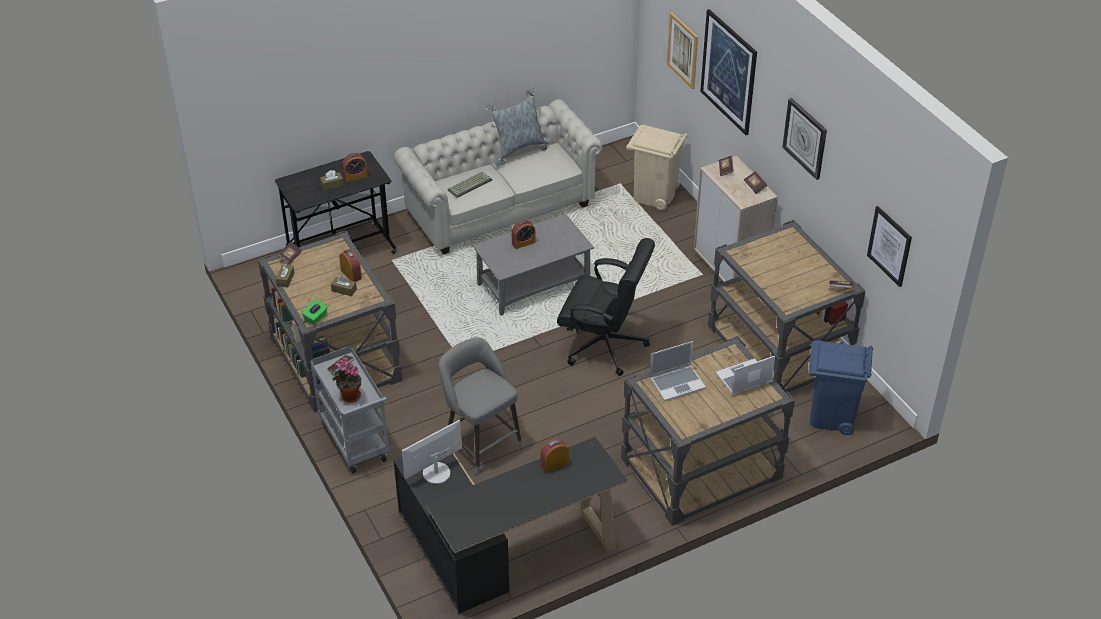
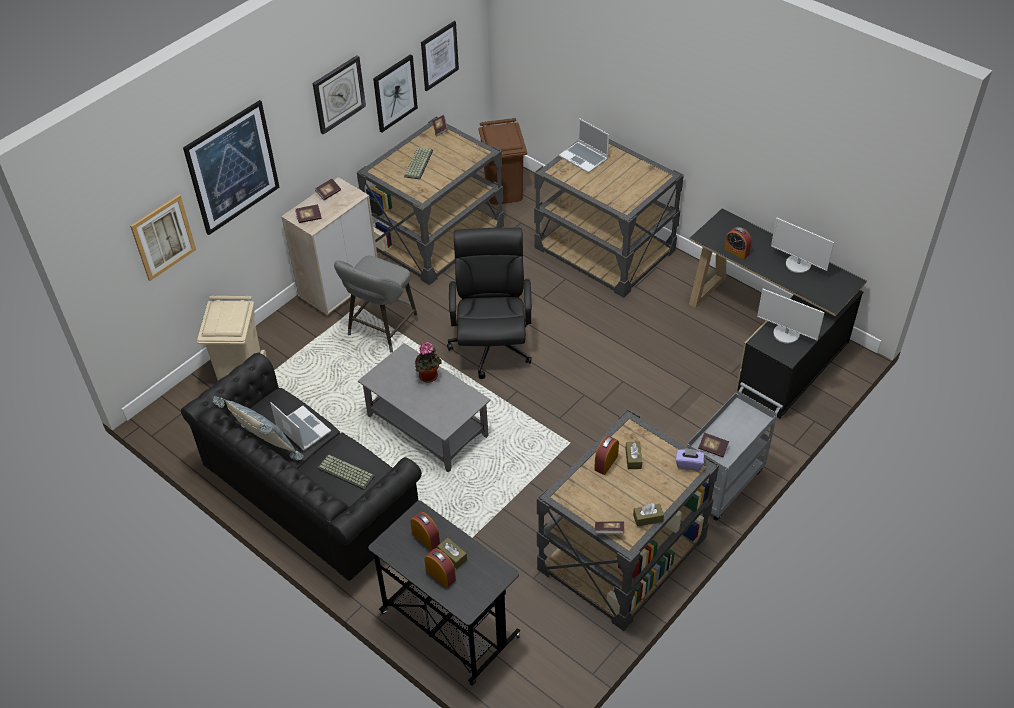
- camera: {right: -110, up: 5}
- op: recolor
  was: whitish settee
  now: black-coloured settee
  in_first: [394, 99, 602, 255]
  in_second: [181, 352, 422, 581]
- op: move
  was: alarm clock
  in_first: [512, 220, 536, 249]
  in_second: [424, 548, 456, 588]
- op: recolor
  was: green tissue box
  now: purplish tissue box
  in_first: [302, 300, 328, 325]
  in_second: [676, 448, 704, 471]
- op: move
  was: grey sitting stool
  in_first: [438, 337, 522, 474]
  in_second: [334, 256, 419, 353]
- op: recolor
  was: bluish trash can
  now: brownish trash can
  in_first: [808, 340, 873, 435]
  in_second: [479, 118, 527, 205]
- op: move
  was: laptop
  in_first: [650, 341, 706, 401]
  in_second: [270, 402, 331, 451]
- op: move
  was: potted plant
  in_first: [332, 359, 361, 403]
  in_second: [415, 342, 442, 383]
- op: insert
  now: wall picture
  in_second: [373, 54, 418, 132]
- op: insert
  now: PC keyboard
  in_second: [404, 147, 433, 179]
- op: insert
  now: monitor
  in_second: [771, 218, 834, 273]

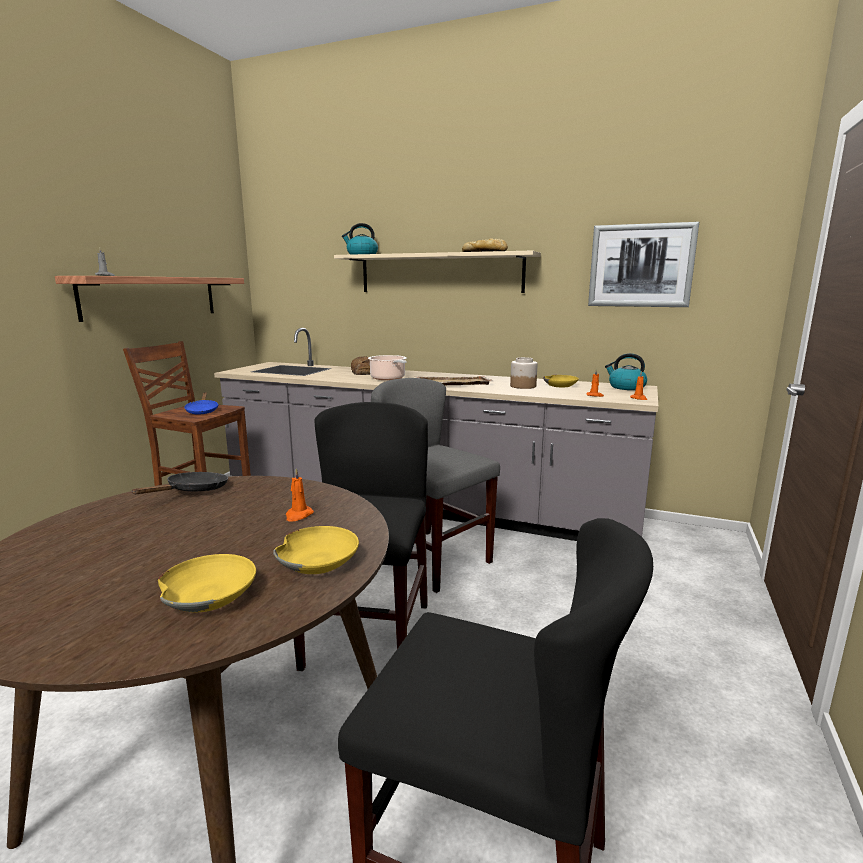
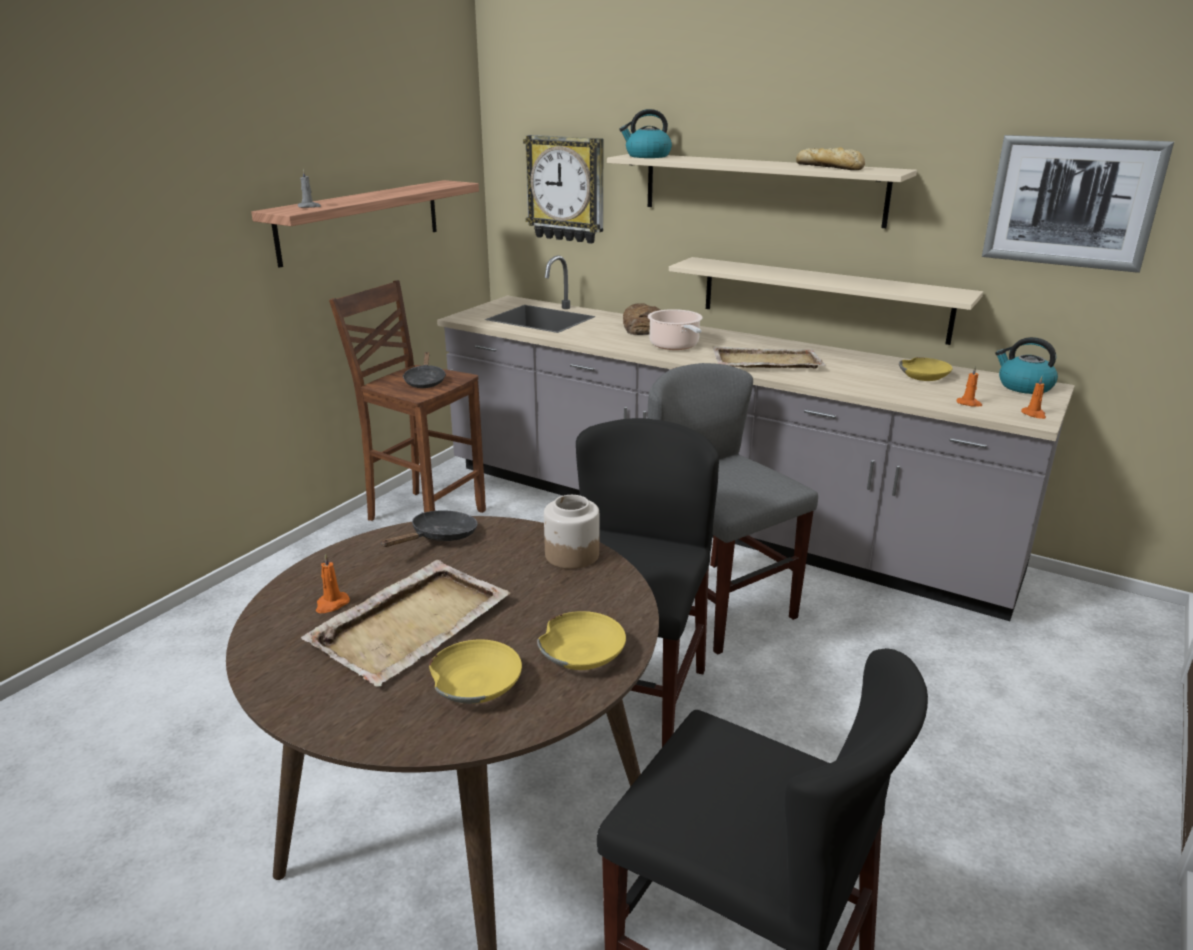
- camera: {right: 10, up: 10}
- op: move
  was: preserve jar
  in_first: [510, 357, 537, 389]
  in_second: [544, 495, 599, 569]
- op: recolor
  was: bluish pan
  now: black-coloured pan
  in_first: [184, 392, 219, 415]
  in_second: [403, 352, 446, 388]
- op: move
  was: orange-coloured candle
  in_first: [286, 468, 314, 522]
  in_second: [316, 554, 350, 613]
- op: insert
  now: wall clock
  in_second: [523, 135, 603, 244]
- op: insert
  now: beige shelf
  in_second: [669, 257, 983, 345]
- op: insert
  now: beige carrying tray
  in_second: [301, 560, 510, 687]

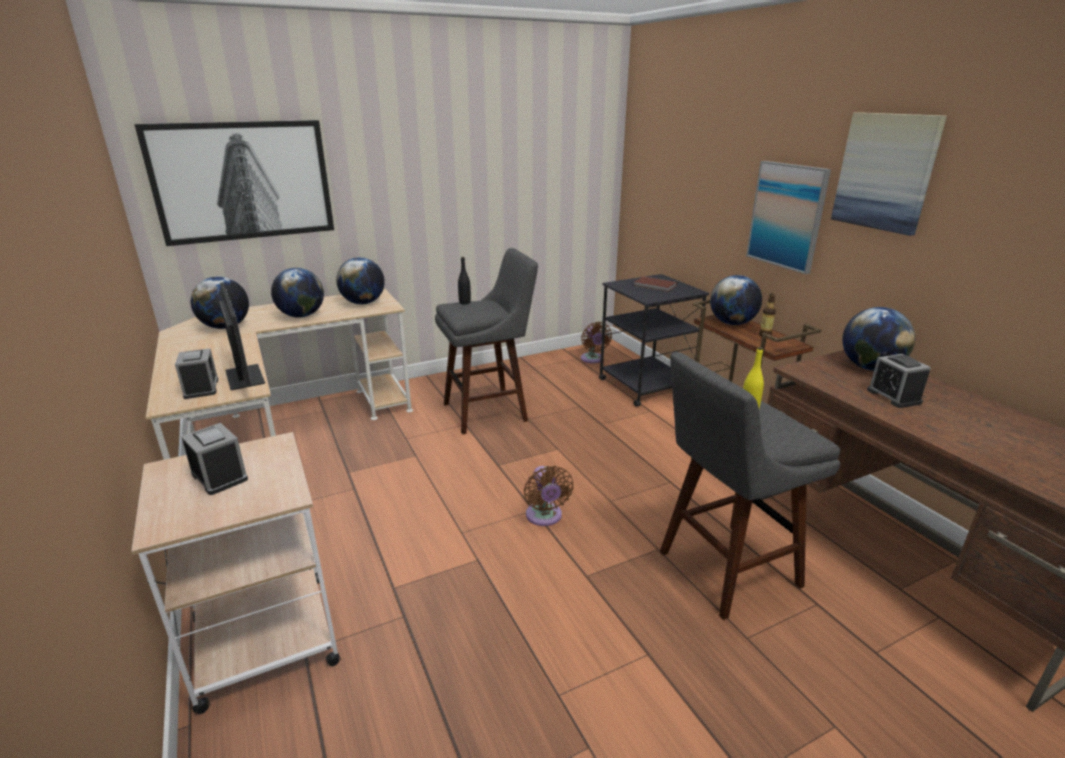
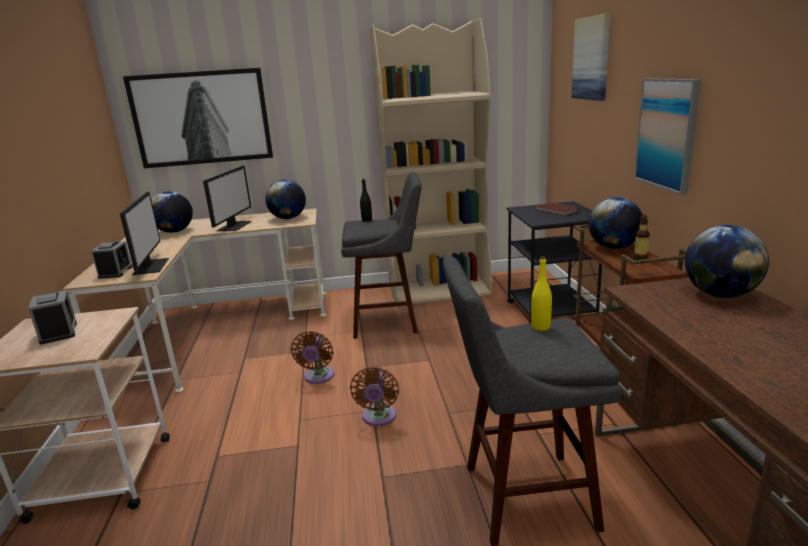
- camera: {right: 20, up: -5}
- op: move
  was: wall picture
  in_first: [831, 112, 947, 236]
  in_second: [572, 13, 611, 101]
- op: replace
  was: desk globe
  now: monitor
  in_first: [271, 268, 324, 318]
  in_second: [203, 166, 251, 231]
- op: move
  was: brownish electric fan
  in_first: [581, 322, 612, 363]
  in_second: [291, 331, 334, 384]
- op: delete
  was: alarm clock
  in_first: [867, 354, 931, 408]
- op: insert
  now: beige bookshelf
  in_second: [370, 18, 492, 304]

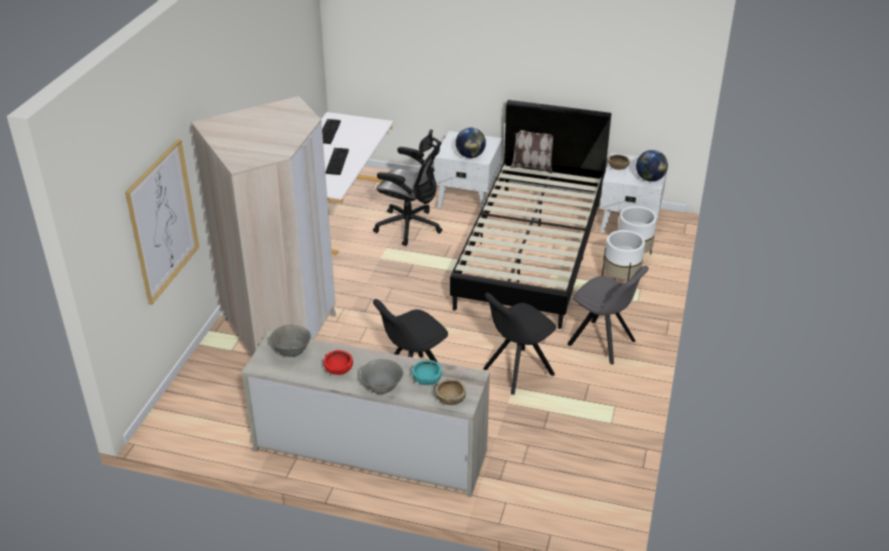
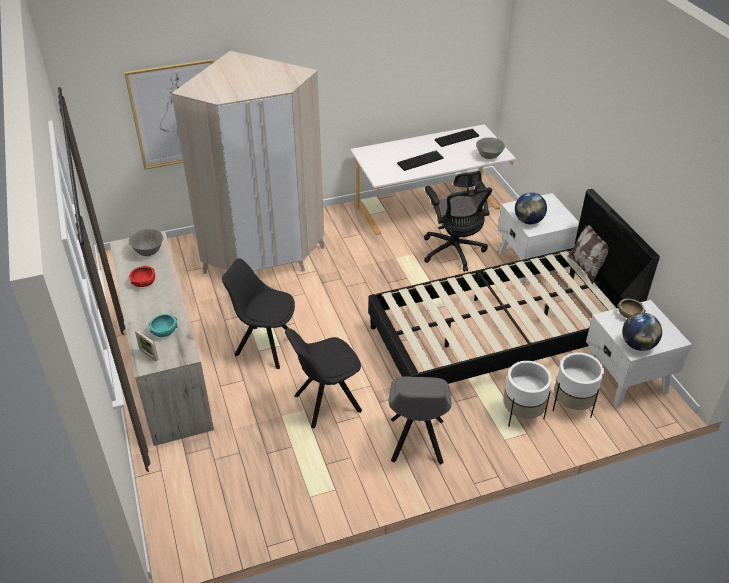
- camera: {right: 55, up: 5}
- op: rotate
  was: black-coloured chair
  in_first: [483, 293, 556, 395]
  in_second: [285, 328, 362, 428]
  clockwise: -45
- op: move
  was: grey serving bowl
  in_first: [360, 359, 404, 394]
  in_second: [476, 137, 505, 159]
- op: replace
  was: brownish serving bowl
  now: standing frame
  in_first: [435, 379, 466, 405]
  in_second: [135, 330, 158, 361]

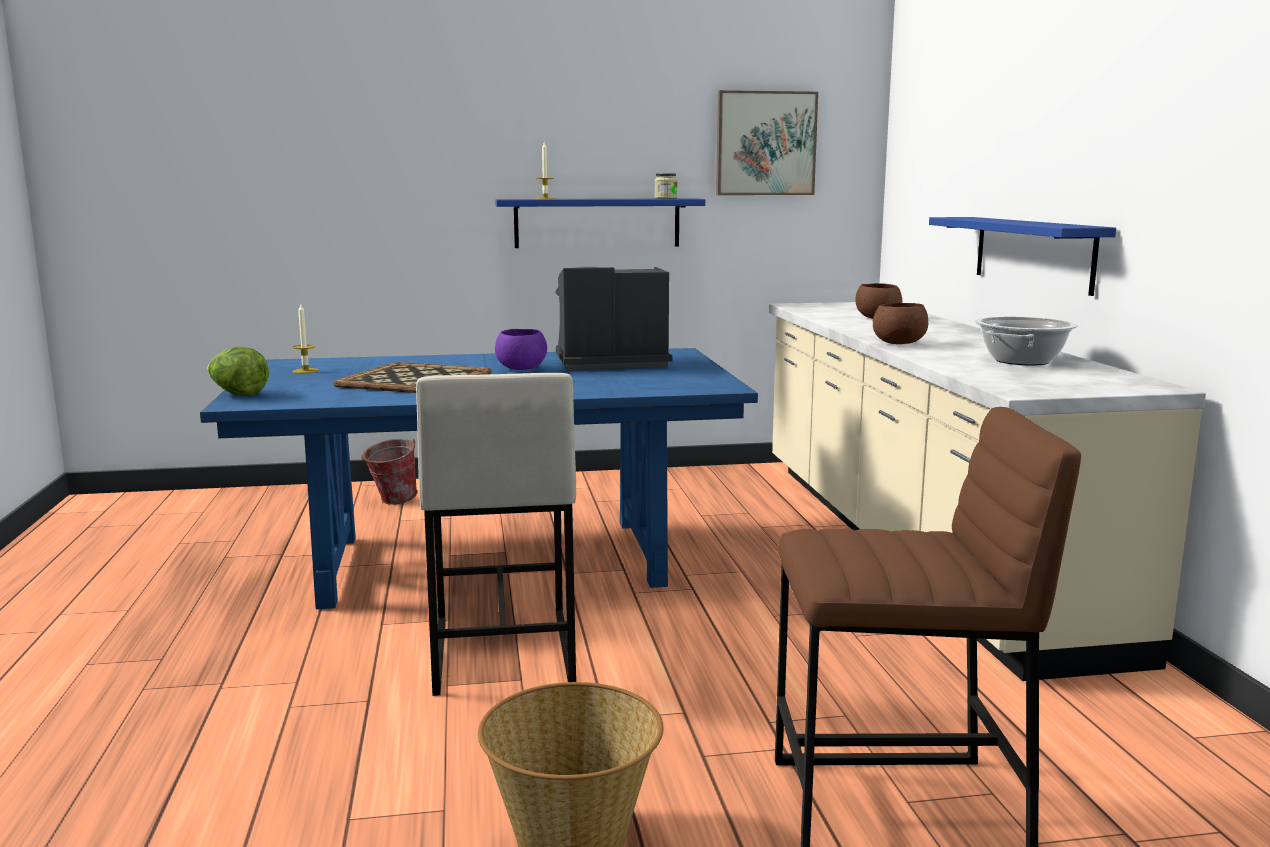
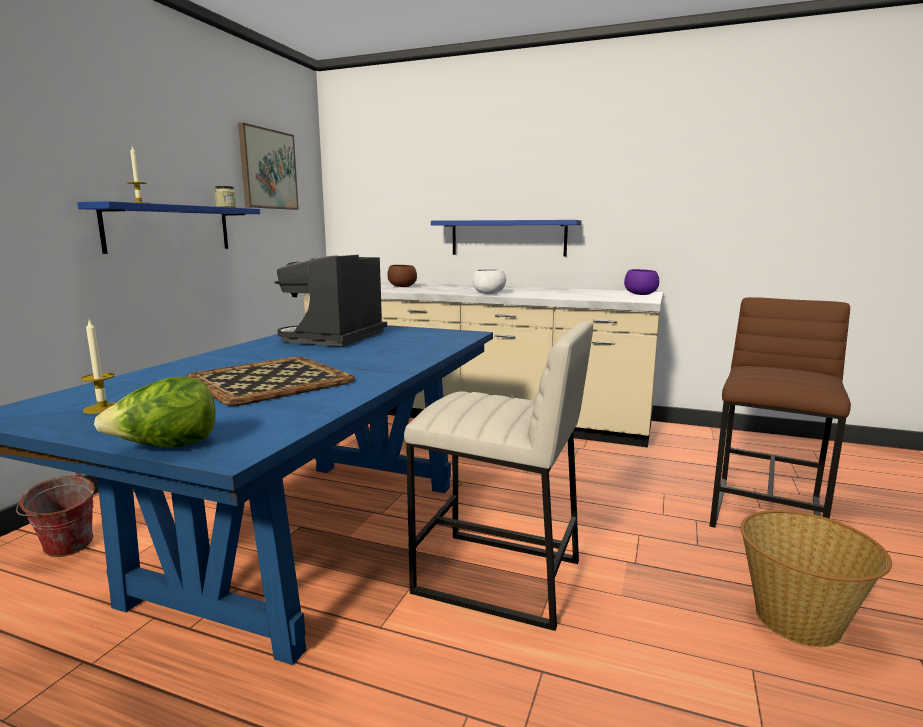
- camera: {right: -60, up: 0}
- op: recolor
  was: brownish serving bowl
  now: whitish serving bowl
  in_first: [873, 303, 928, 344]
  in_second: [473, 269, 506, 294]
- op: delete
  was: cooking pot
  in_first: [974, 316, 1078, 366]
- op: move
  was: purplish serving bowl
  in_first: [495, 329, 547, 370]
  in_second: [624, 269, 659, 295]

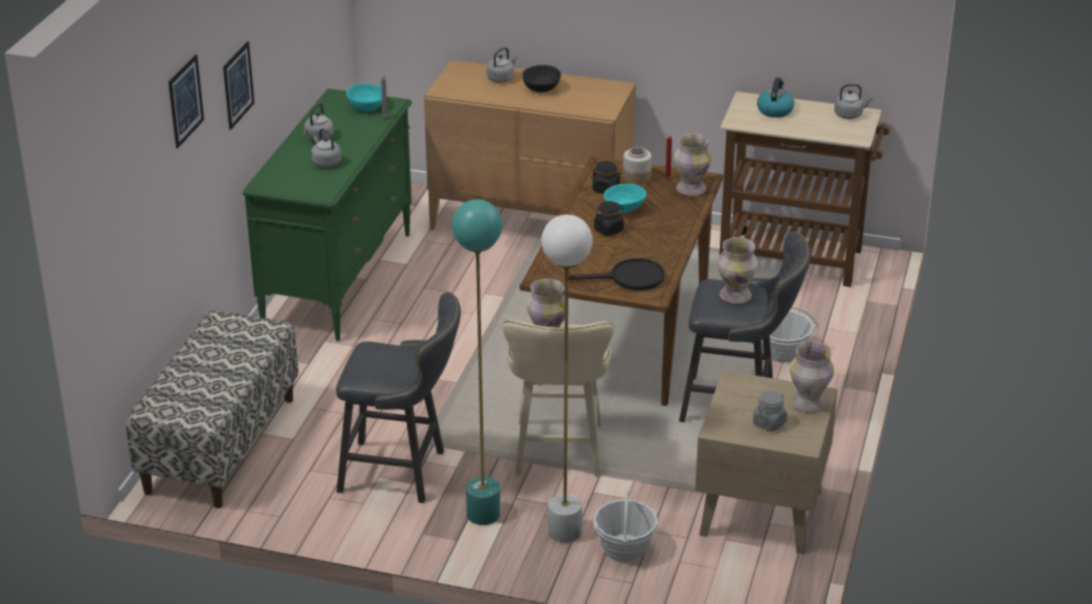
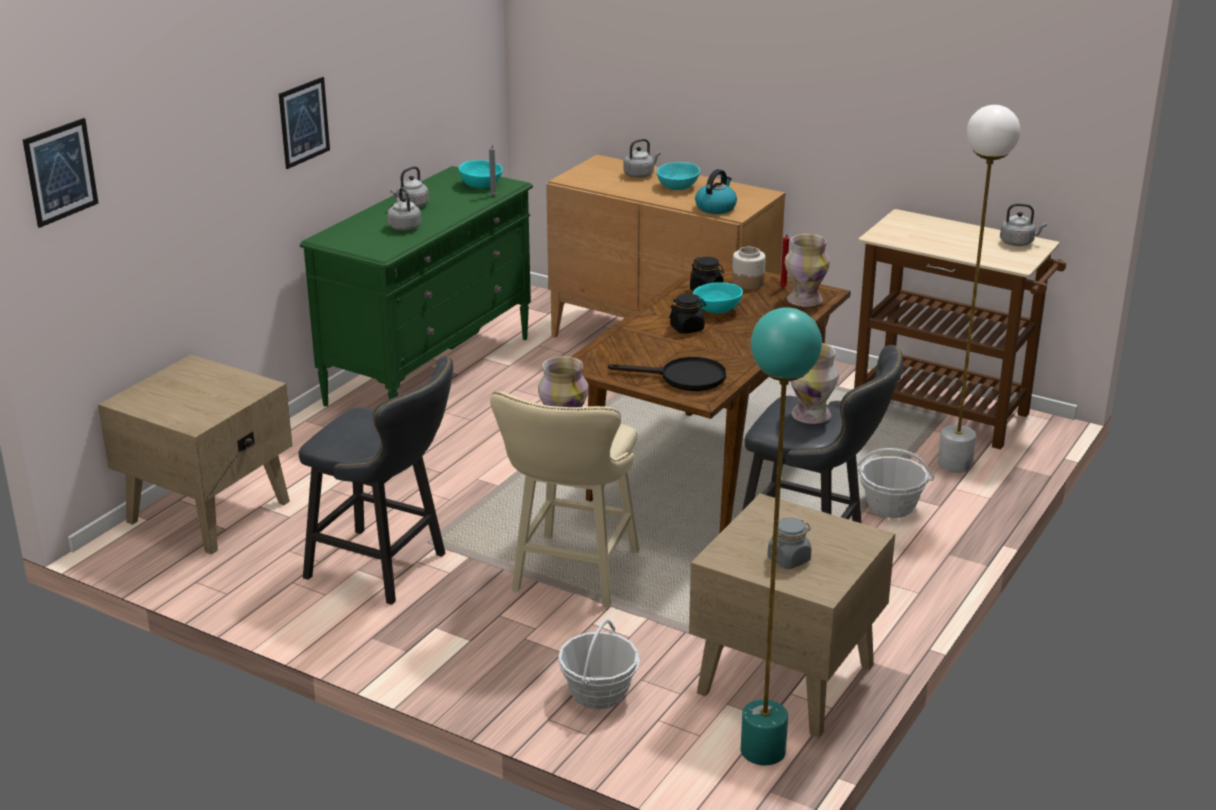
- camera: {right: 15, up: -5}
- op: move
  was: wall picture
  in_first: [168, 54, 204, 148]
  in_second: [23, 118, 98, 228]
- op: recolor
  was: black-coloured serving bowl
  now: turquoise serving bowl
  in_first: [522, 65, 561, 92]
  in_second: [657, 162, 700, 190]
- op: move
  was: water kettle
  in_first: [757, 77, 794, 118]
  in_second: [695, 169, 737, 214]
- op: move
  was: turquoise standard lamp
  in_first: [452, 199, 502, 525]
  in_second: [741, 307, 822, 765]
- op: move
  was: whitish standard lamp
  in_first: [541, 215, 593, 543]
  in_second: [938, 105, 1020, 473]
- op: replace
  was: long seat
  now: beige nightstand
  in_first: [126, 310, 299, 508]
  in_second: [98, 355, 293, 555]
- op: delete
  was: vase
  in_first: [790, 341, 834, 412]

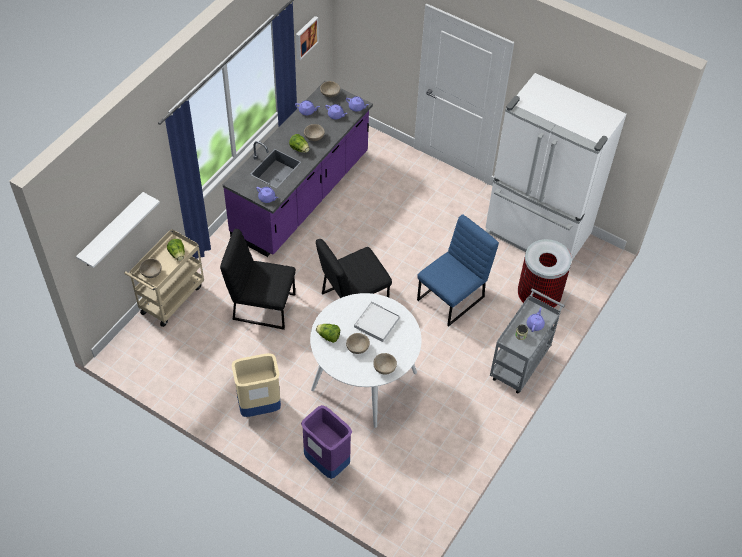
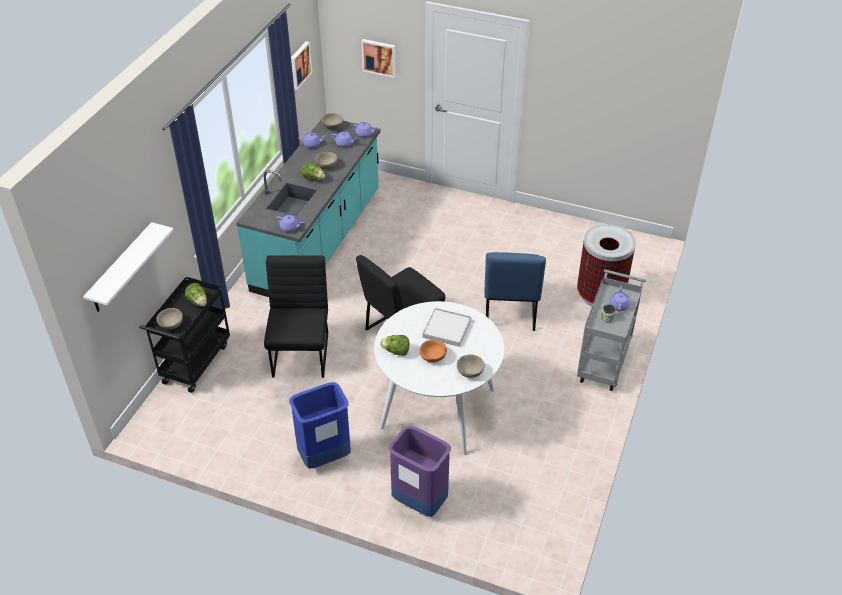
- camera: {right: -10, up: -10}
- op: delete
  was: whitish kitchen fridge
  in_first: [485, 73, 626, 260]
- op: recolor
  was: purplish kitchen counter
  now: turquoise kitchen counter
  in_first: [223, 81, 373, 257]
  in_second: [236, 119, 381, 297]
- op: rotate
  was: bluish chair
  in_first: [417, 214, 499, 327]
  in_second: [484, 252, 546, 331]
  clockwise: 150
- op: recolor
  was: beige cart
  now: black-coloured cart
  in_first: [124, 229, 204, 327]
  in_second: [139, 277, 230, 393]
- op: rotate
  was: black-coloured chair
  in_first: [220, 229, 296, 330]
  in_second: [264, 255, 328, 378]
  clockwise: 90
- op: recolor
  was: beige serving bowl
  now: orange-coloured serving bowl
  in_first: [346, 333, 370, 354]
  in_second: [419, 340, 447, 362]
- op: recolor
  was: beige trash can
  now: bluish trash can
  in_first: [232, 353, 281, 417]
  in_second: [289, 382, 351, 468]
- op: insert
  now: wall picture
  in_second: [361, 39, 396, 78]

